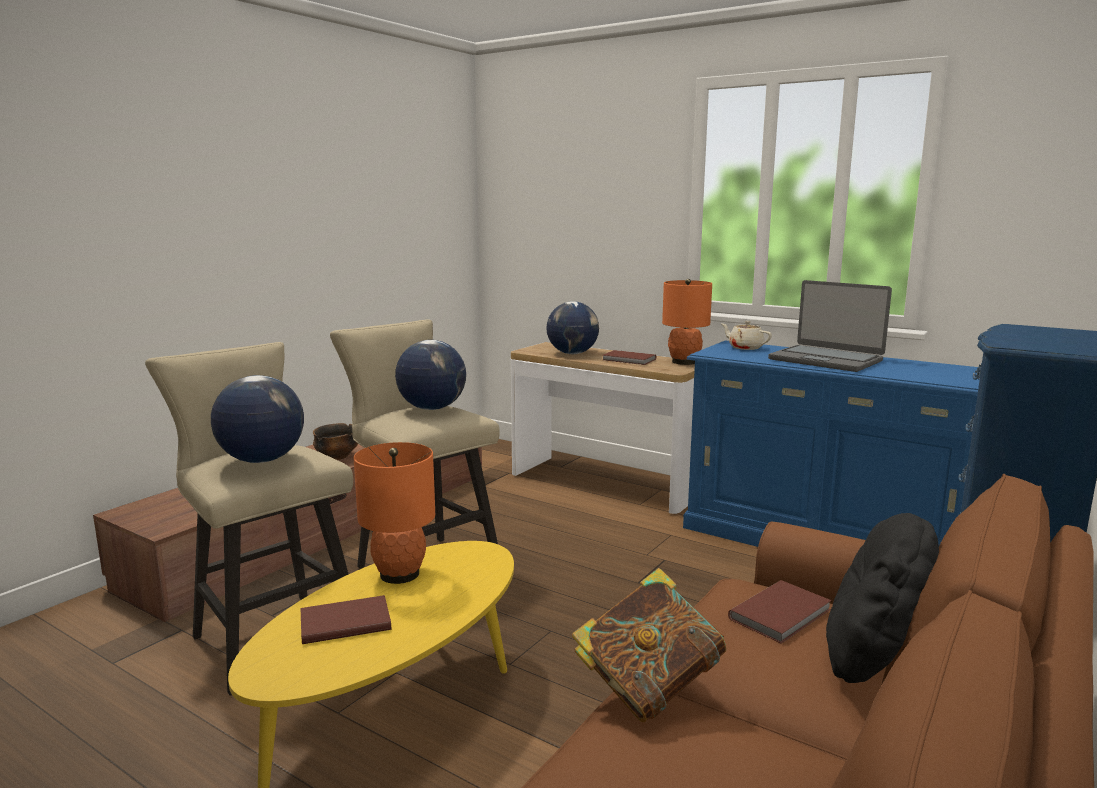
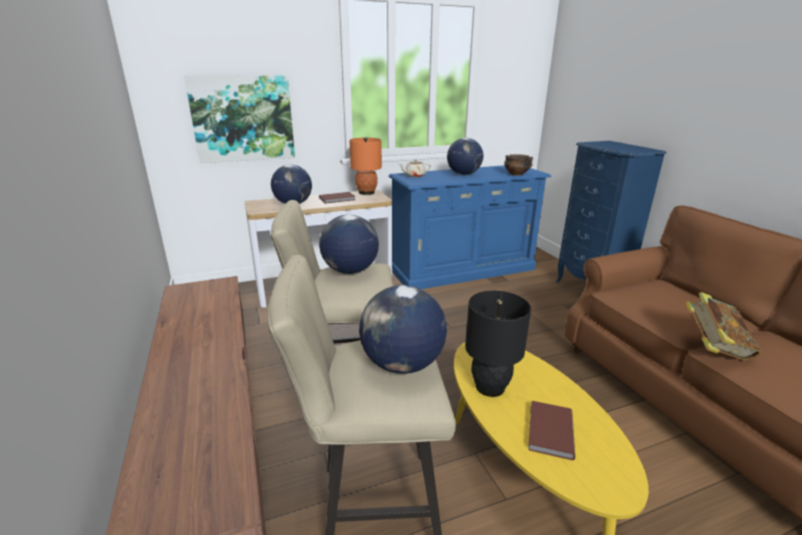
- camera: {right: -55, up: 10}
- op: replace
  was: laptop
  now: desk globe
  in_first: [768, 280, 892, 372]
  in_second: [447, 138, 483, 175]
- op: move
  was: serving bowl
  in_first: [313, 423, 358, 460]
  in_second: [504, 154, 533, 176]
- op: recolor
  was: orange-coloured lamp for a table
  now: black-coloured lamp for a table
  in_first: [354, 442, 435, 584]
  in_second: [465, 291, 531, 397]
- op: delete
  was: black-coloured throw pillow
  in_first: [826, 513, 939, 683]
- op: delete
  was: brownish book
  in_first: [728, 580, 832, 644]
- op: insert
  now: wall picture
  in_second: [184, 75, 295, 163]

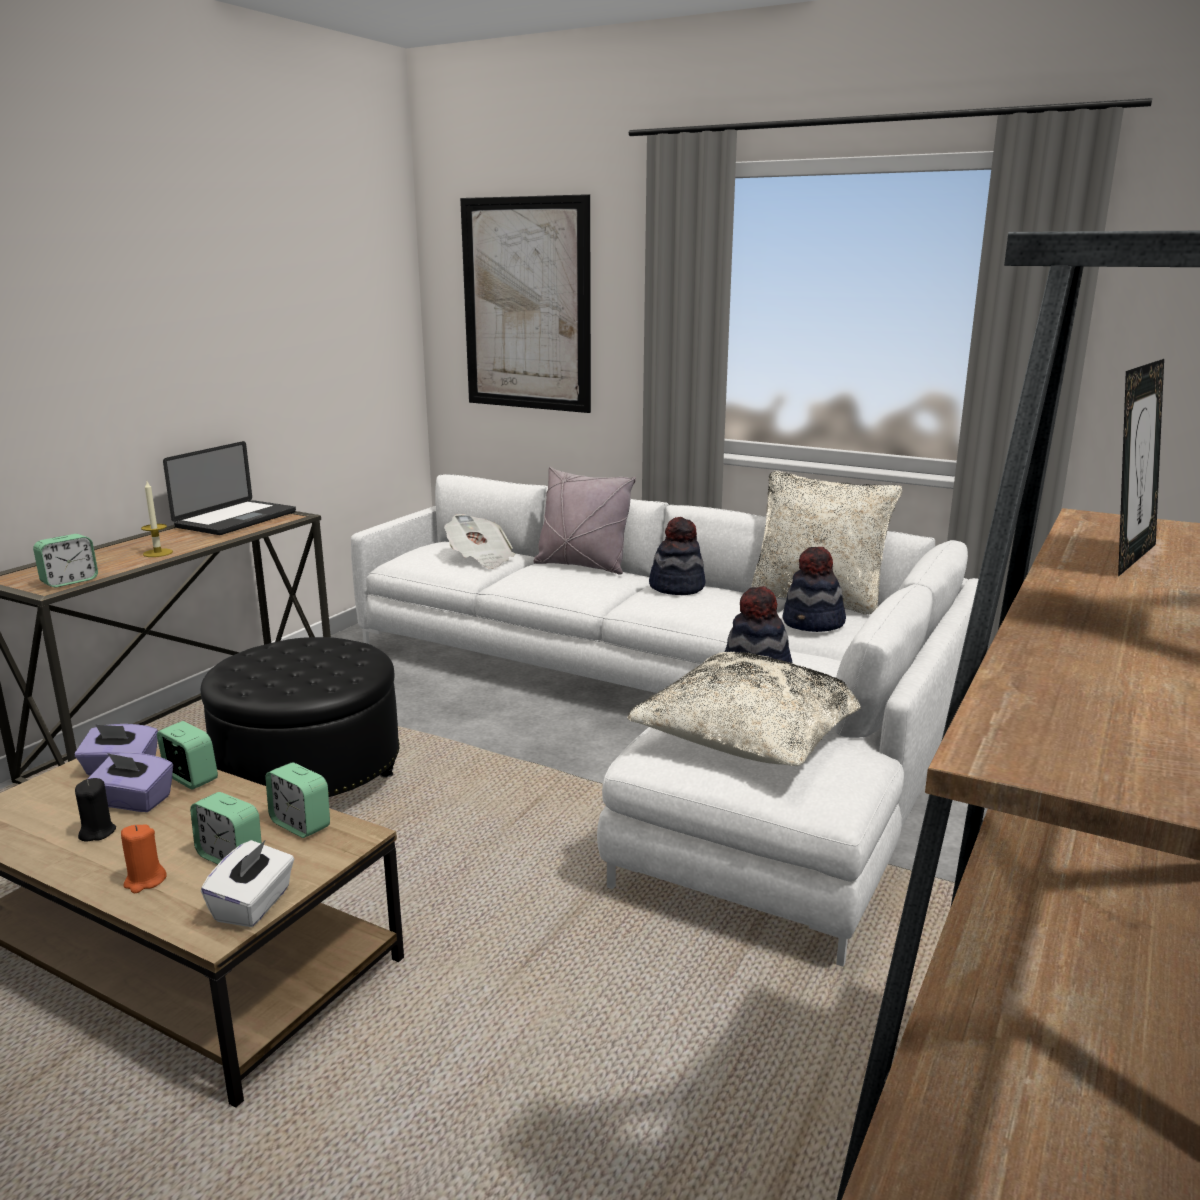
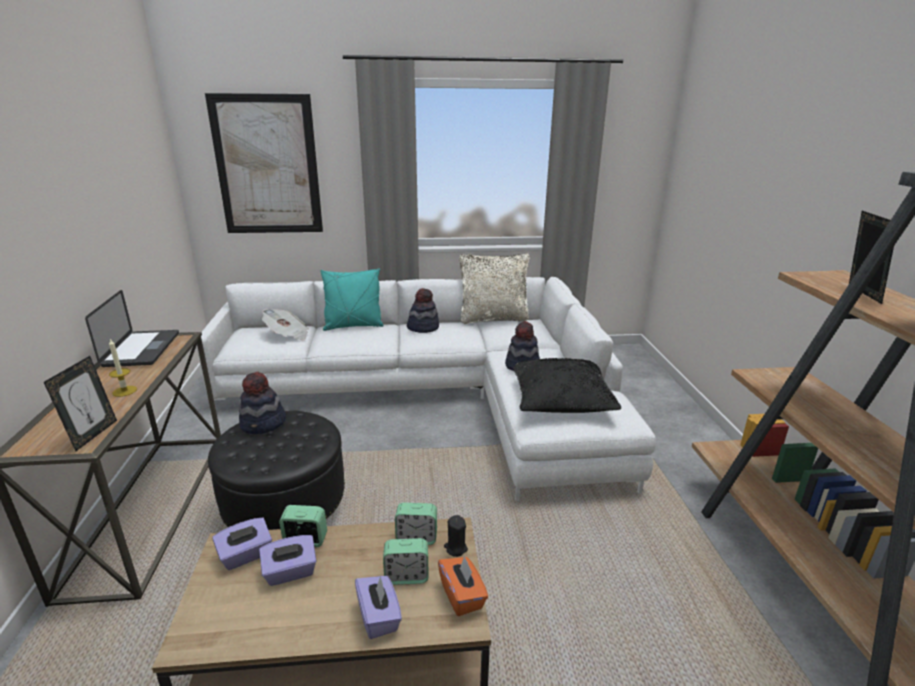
- camera: {right: -35, up: 5}
- op: recolor
  was: purplish throw pillow
  now: turquoise throw pillow
  in_first: [533, 467, 636, 575]
  in_second: [320, 268, 384, 331]
- op: replace
  was: alarm clock
  now: standing frame
  in_first: [33, 534, 98, 588]
  in_second: [44, 356, 117, 451]
- op: move
  was: wearable hat
  in_first: [783, 547, 846, 632]
  in_second: [239, 372, 286, 434]
- op: recolor
  was: beige throw pillow
  now: black-coloured throw pillow
  in_first: [627, 652, 861, 766]
  in_second: [513, 358, 622, 413]
- op: move
  was: black-coloured candle
  in_first: [75, 778, 116, 842]
  in_second: [444, 515, 468, 557]
- op: replace
  was: orange-coloured candle
  now: purplish tissue box
  in_first: [121, 824, 167, 893]
  in_second: [355, 576, 402, 639]
- op: recolor
  was: whitish tissue box
  now: orange-coloured tissue box
  in_first: [201, 840, 294, 927]
  in_second: [438, 556, 488, 616]

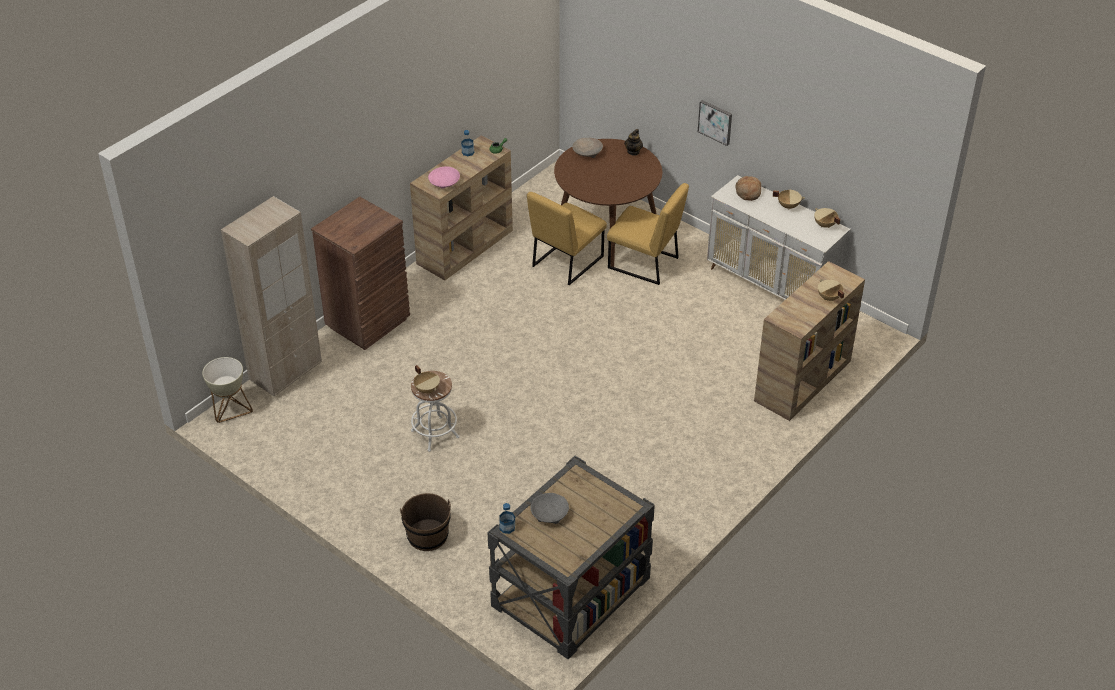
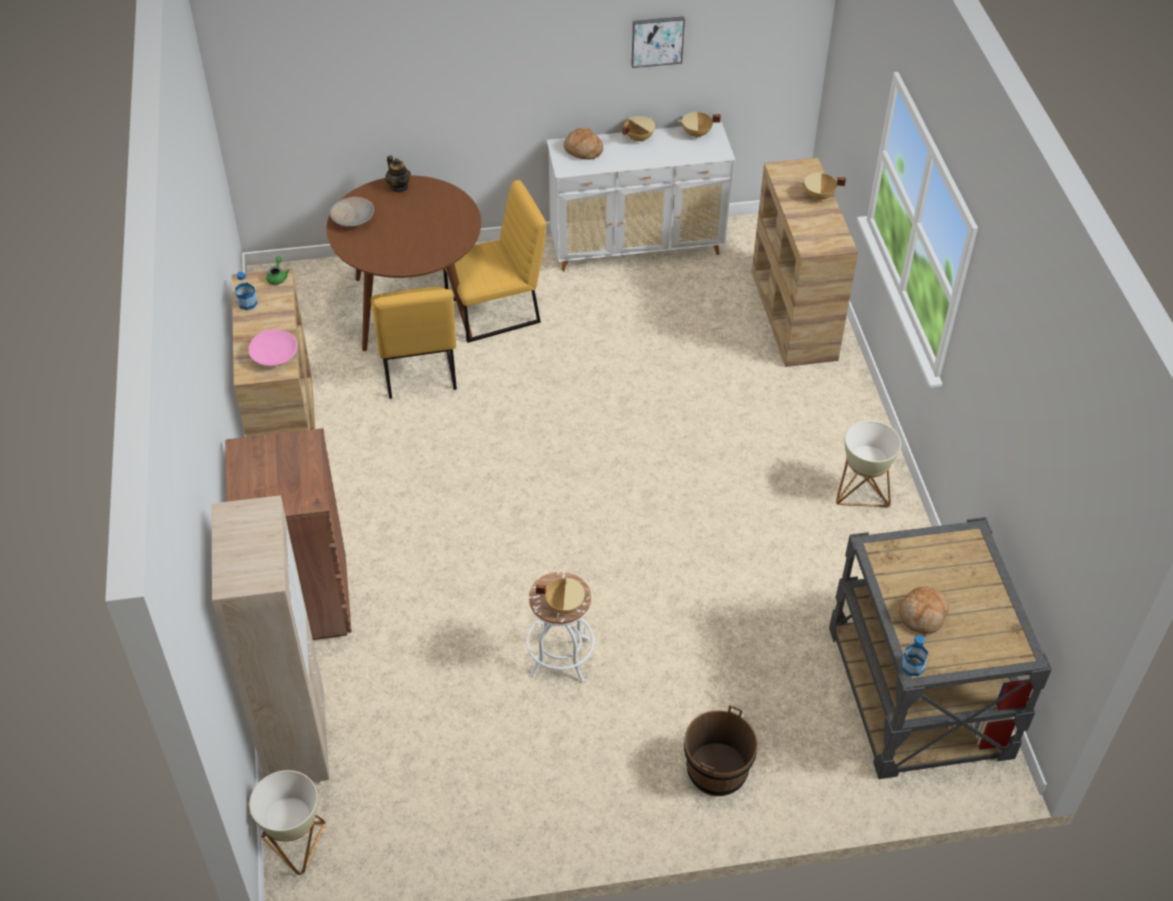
- camera: {right: -50, up: 5}
- op: move
  was: wall picture
  in_first: [698, 100, 732, 146]
  in_second: [631, 16, 685, 68]
- op: replace
  was: grey serving bowl
  now: bread
  in_first: [530, 493, 569, 524]
  in_second: [899, 586, 949, 634]
- op: insert
  now: plant pot
  in_second: [836, 420, 901, 507]

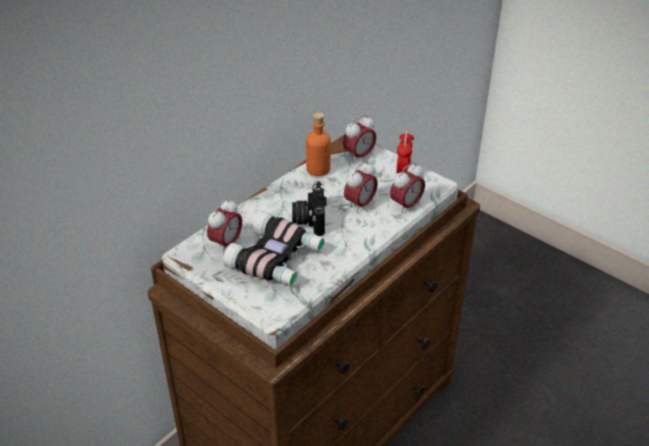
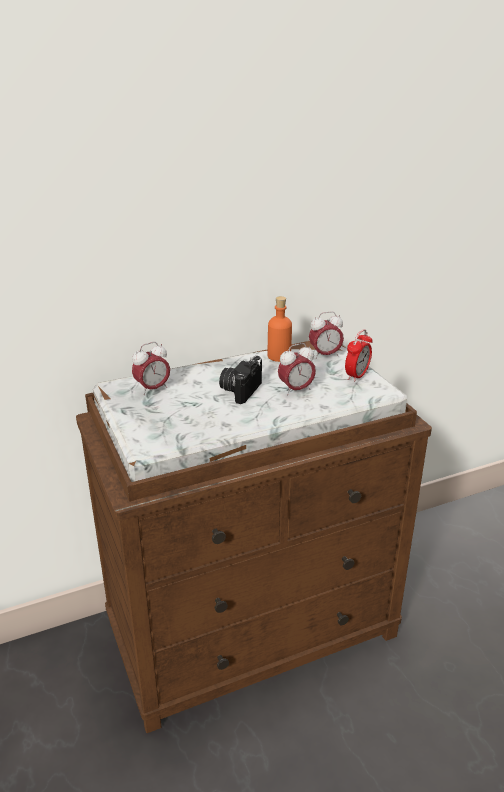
- camera: {right: 25, up: -10}
- op: delete
  was: alarm clock
  in_first: [390, 162, 425, 214]
- op: delete
  was: pair of binoculars
  in_first: [223, 211, 325, 286]

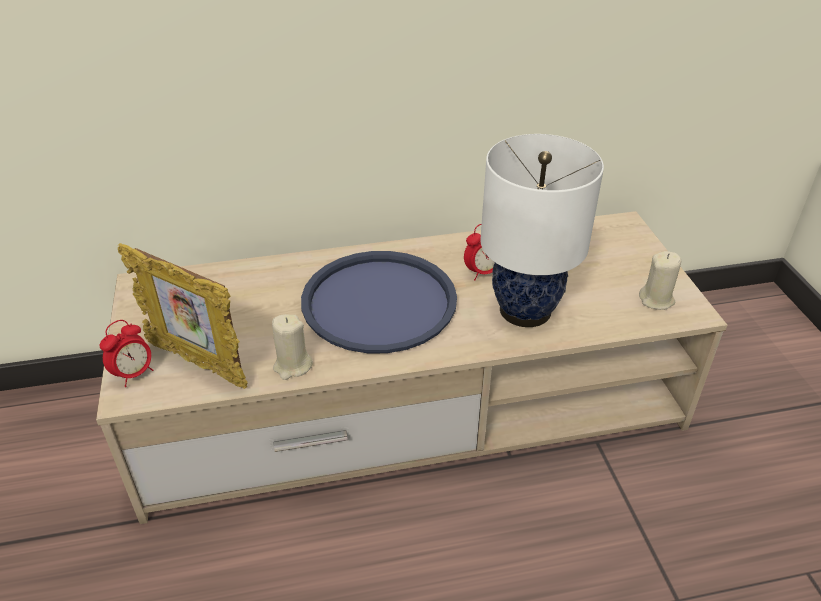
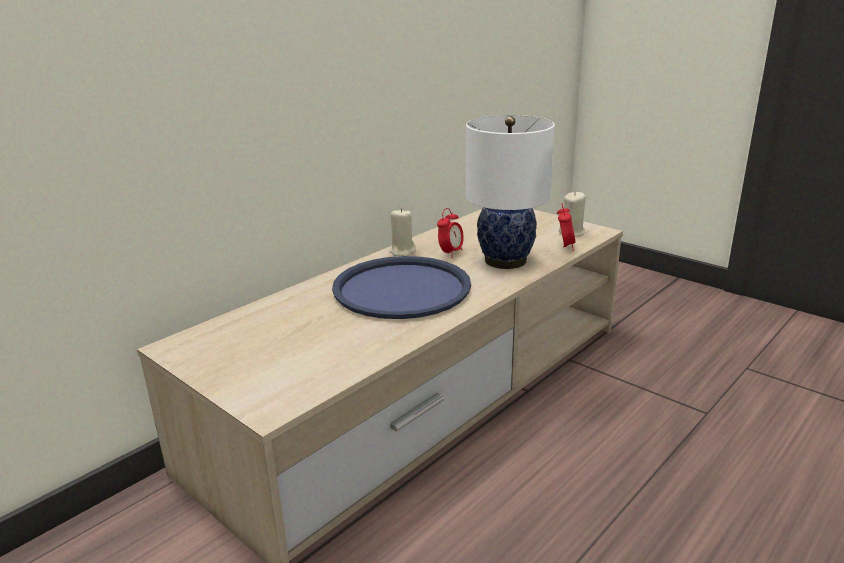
- camera: {right: -35, up: -15}
- op: delete
  was: standing frame
  in_first: [118, 243, 248, 389]
- op: move
  was: beige candle
  in_first: [272, 314, 313, 380]
  in_second: [389, 208, 416, 256]
- op: move
  was: alarm clock
  in_first: [100, 320, 153, 387]
  in_second: [557, 203, 576, 251]

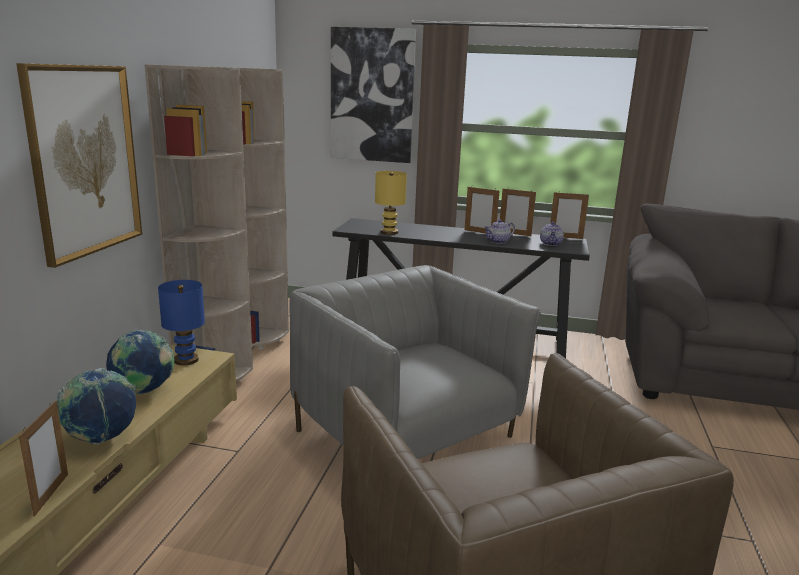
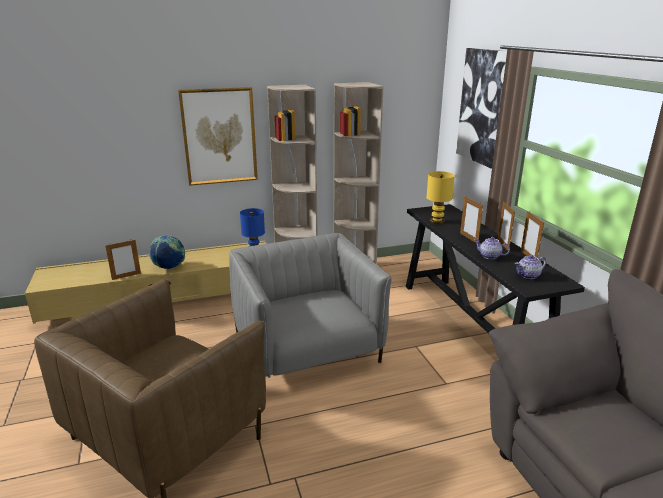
- camera: {right: 60, up: 5}
- op: move
  was: standing frame
  in_first: [550, 191, 589, 239]
  in_second: [460, 196, 483, 243]
- op: rotate
  was: grey armchair
  in_first: [290, 265, 541, 459]
  in_second: [229, 233, 392, 378]
  clockwise: -45
- op: delete
  was: desk globe
  in_first: [106, 330, 175, 395]

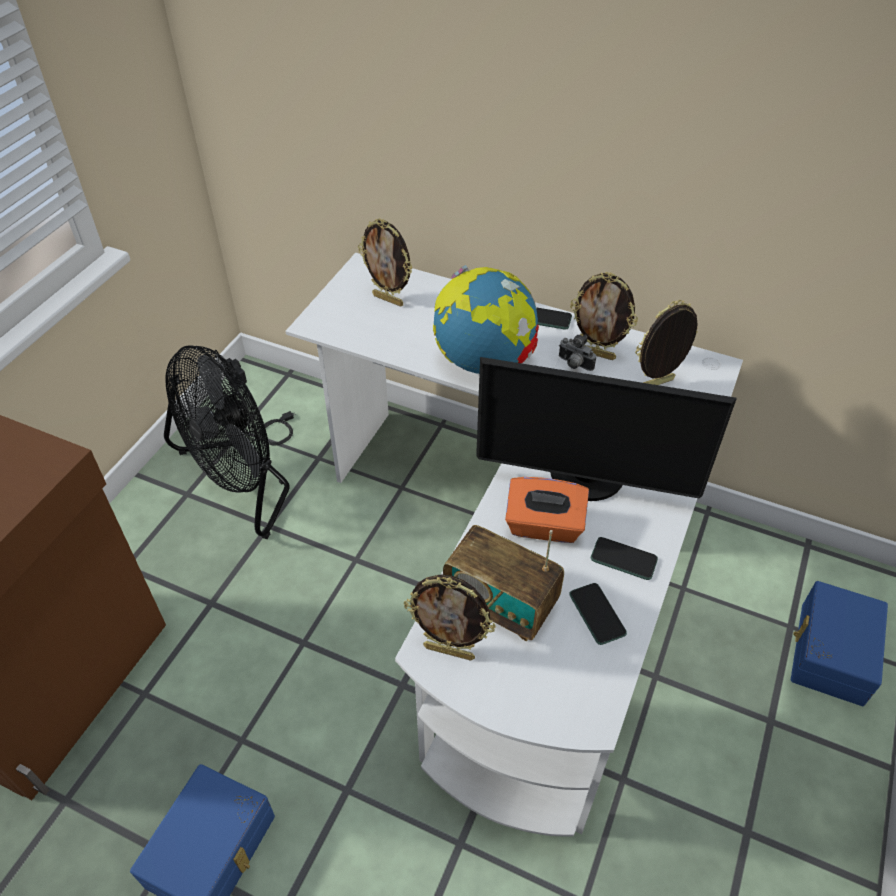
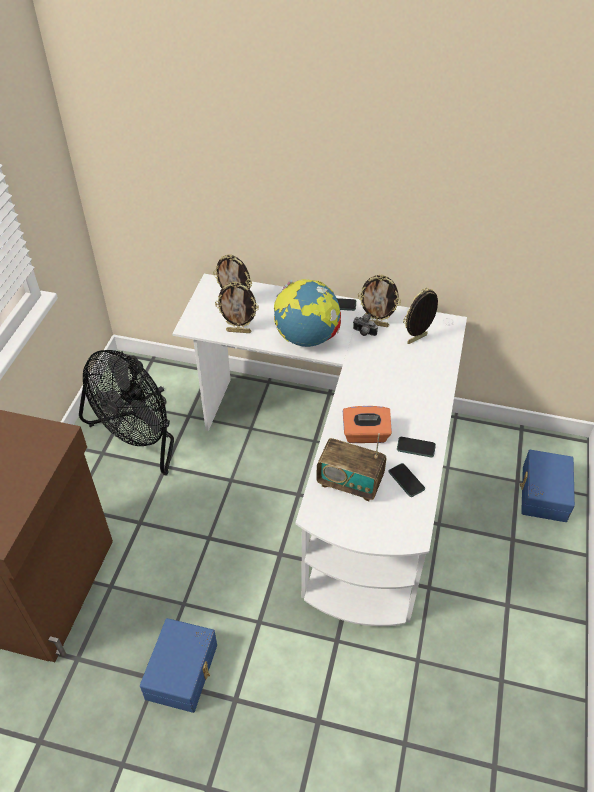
- camera: {right: -10, up: 0}
- op: delete
  was: monitor
  in_first: [476, 357, 737, 501]
- op: move
  was: standing frame
  in_first: [404, 574, 496, 661]
  in_second: [215, 281, 259, 333]

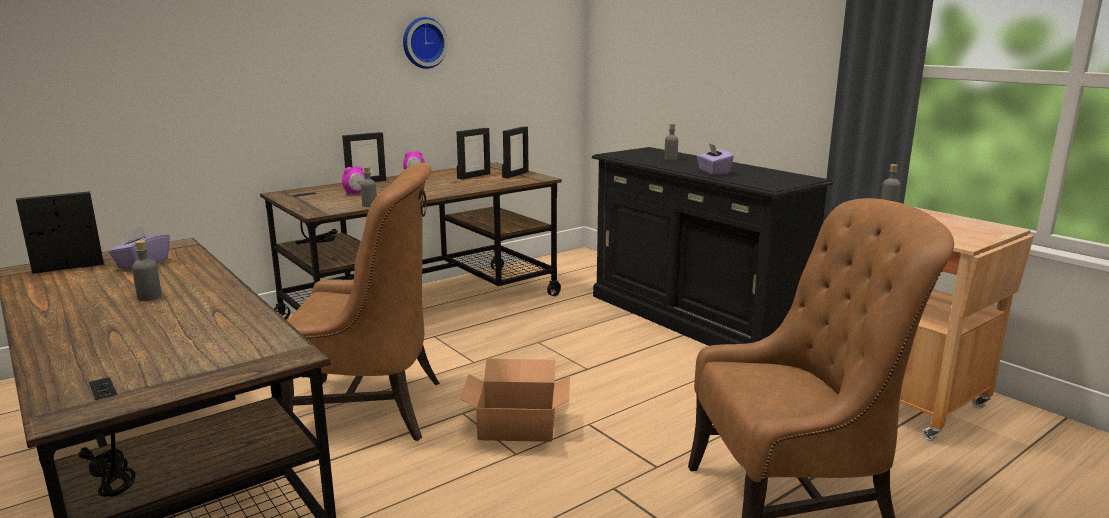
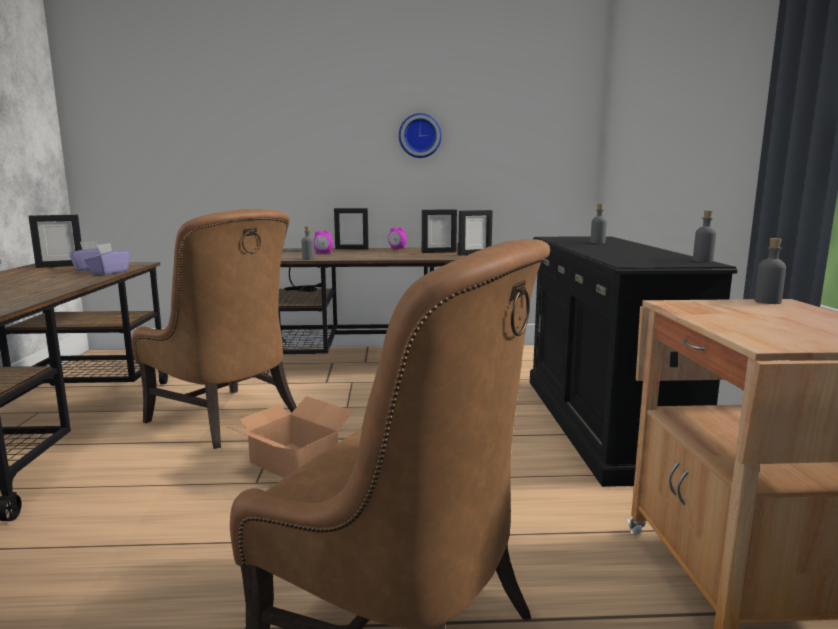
- camera: {right: 35, up: -5}
- op: move
  was: purplish tissue box
  in_first: [697, 143, 734, 175]
  in_second: [85, 243, 130, 275]
- op: rotate
  was: standing frame
  in_first: [16, 191, 104, 274]
  in_second: [28, 215, 82, 268]
  clockwise: 150
- op: move
  was: grey bottle
  in_first: [132, 240, 162, 301]
  in_second: [693, 210, 716, 262]

